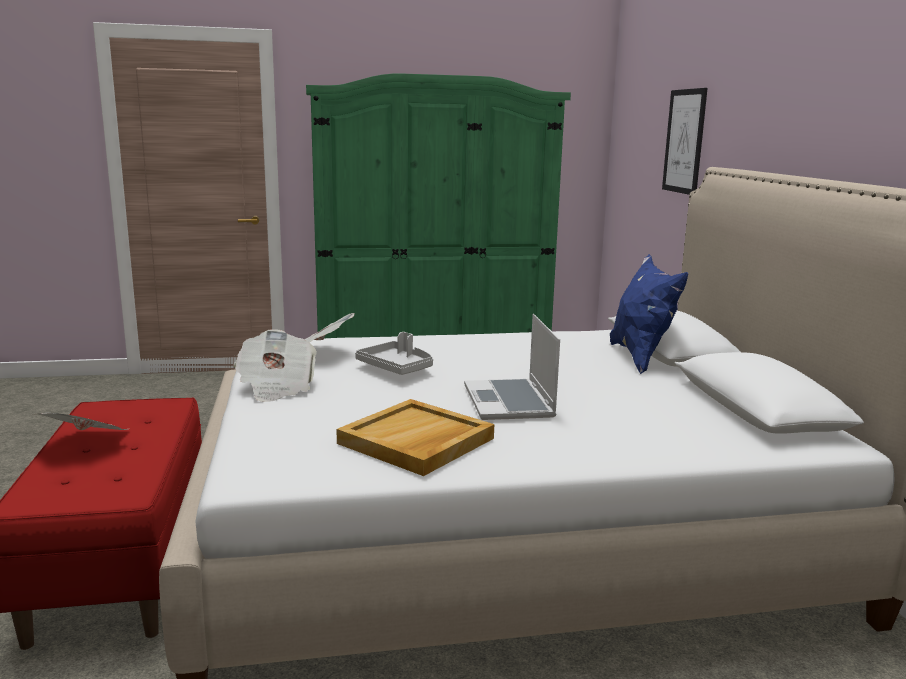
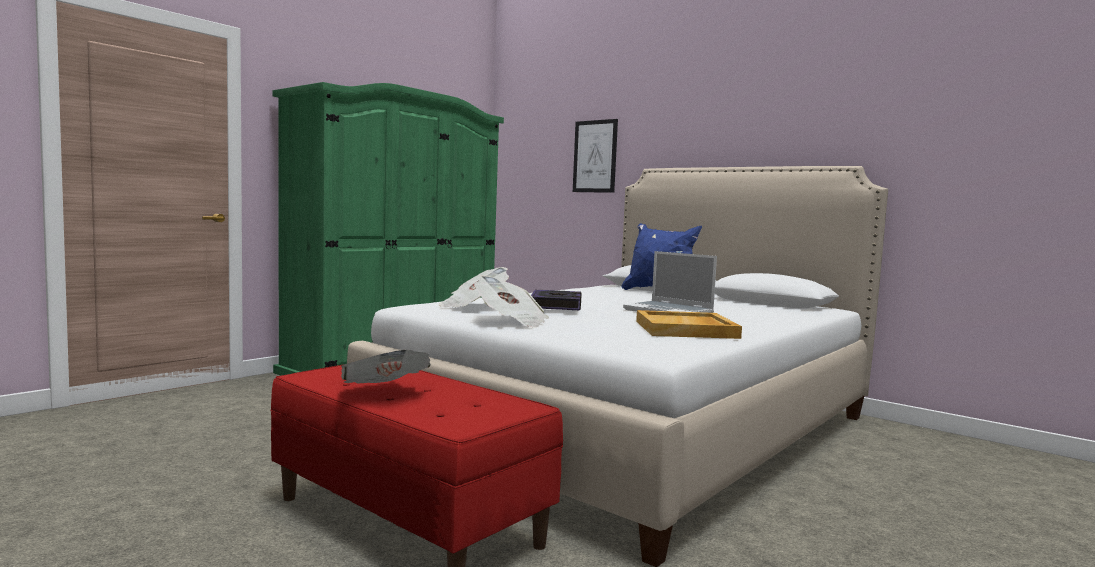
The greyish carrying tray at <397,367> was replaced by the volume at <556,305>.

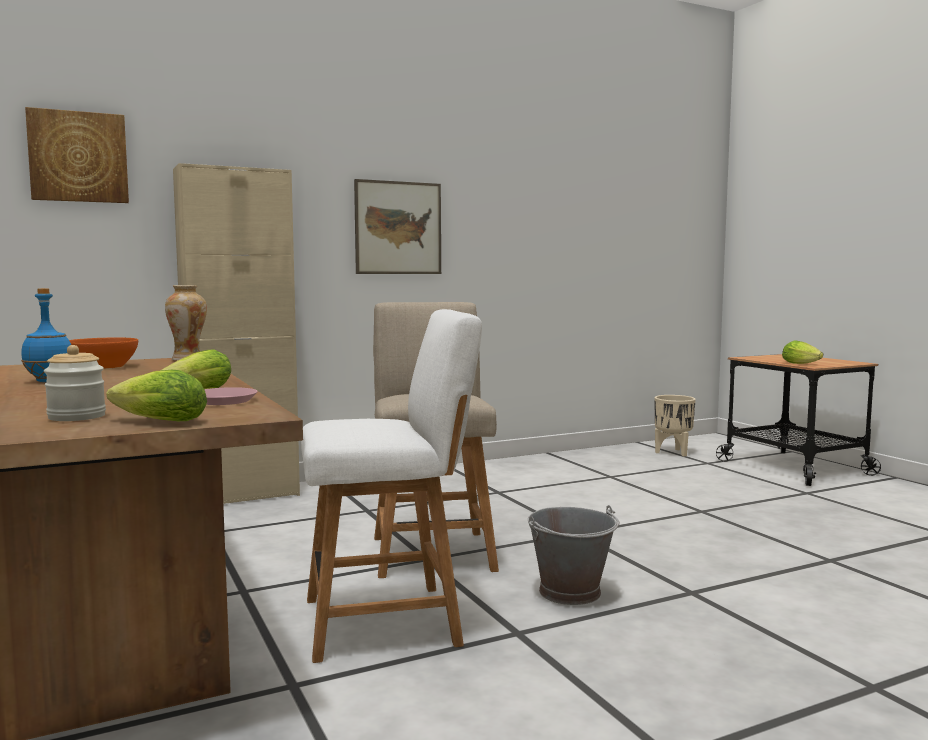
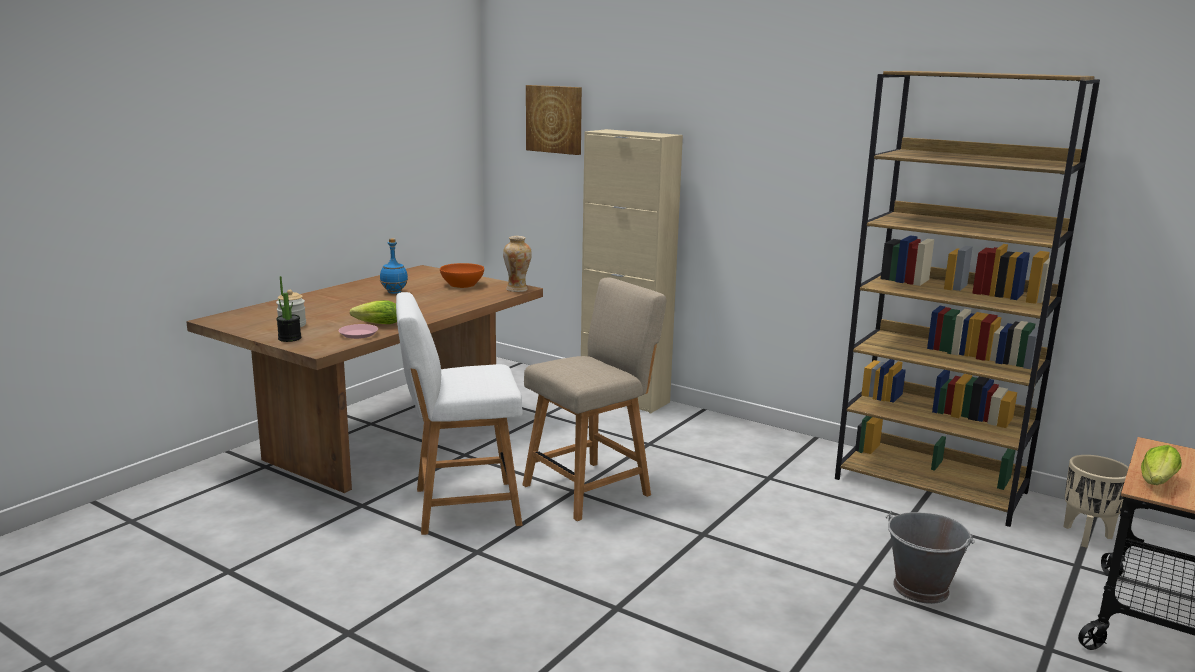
The lettuce at <155,421> was replaced by the houseplant at <289,338>.
The white plain chair at <390,620> turned 120 degrees clockwise.
The brown-coloured bookcase at <931,486> appeared.
The greyish water bucket moved from <571,592> to <921,589>.
The picture at <398,228> disappeared.

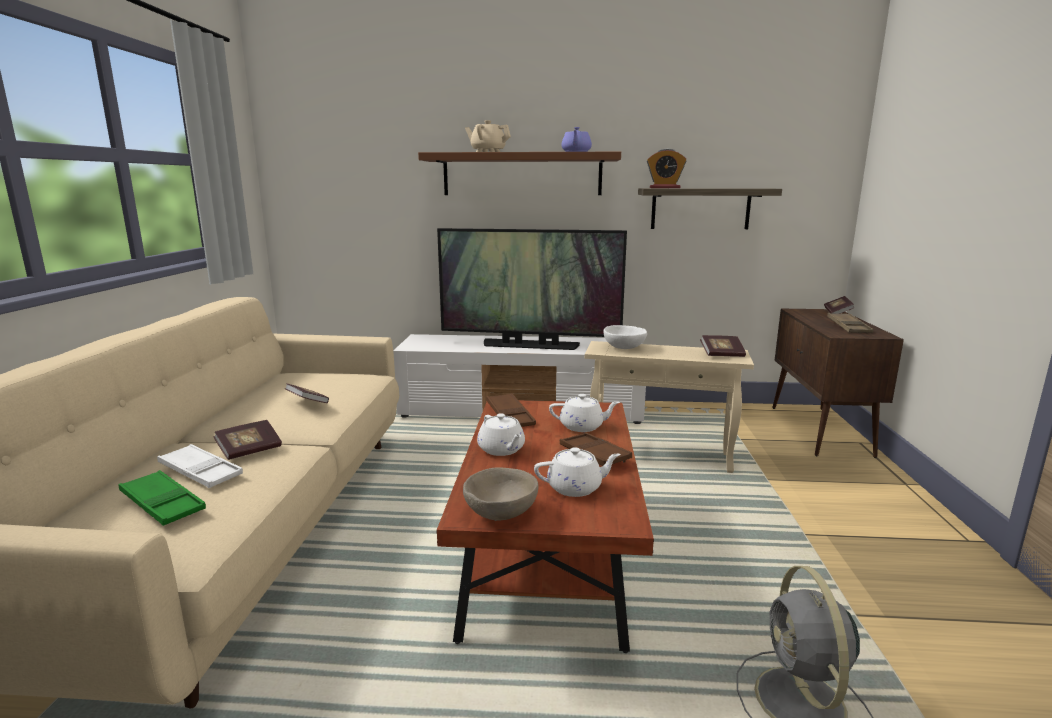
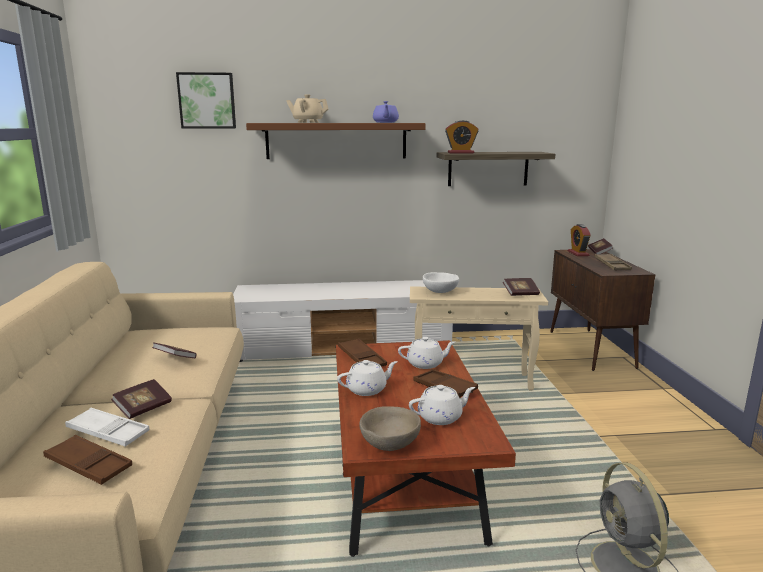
The green-coloured carrying tray at <163,504> became the brown-coloured carrying tray at <89,465>.
The picture at <207,101> appeared.
The white teapot at <501,449> turned 75 degrees counterclockwise.
The bedside clock at <578,253> appeared.
The TV set at <530,345> disappeared.

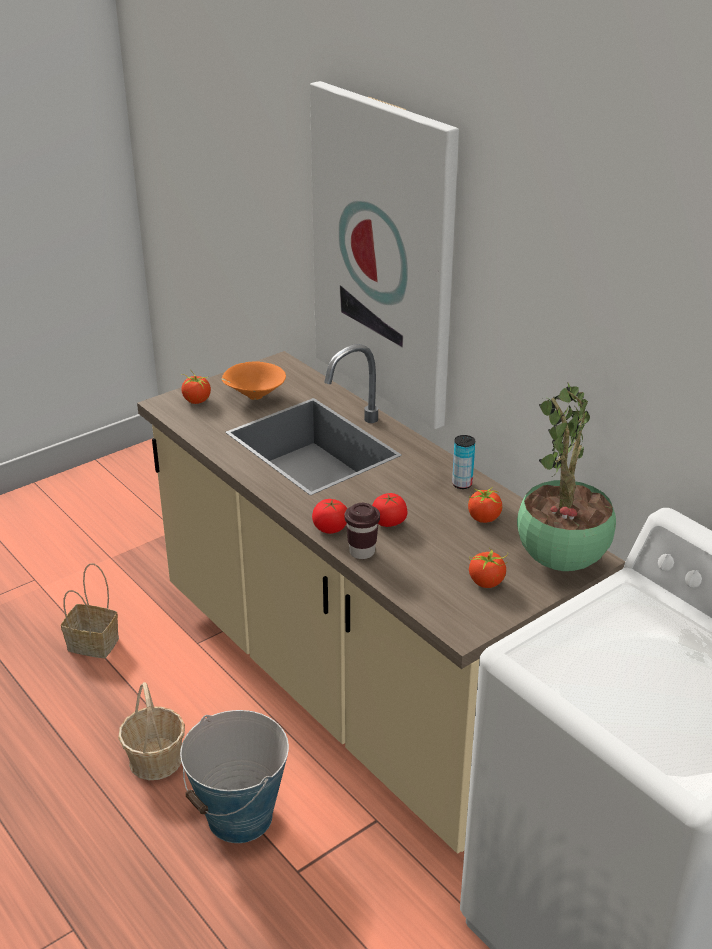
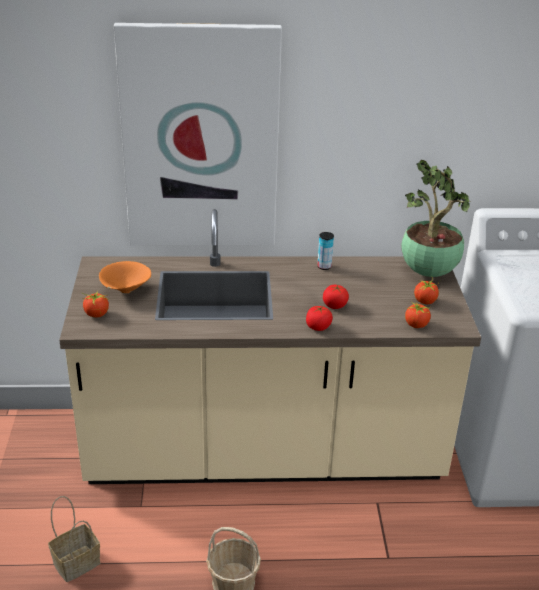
The tomato moved from <484,518> to <416,325>.
The water bucket at <240,817> disappeared.
The brown-coloured cup at <362,552> disappeared.

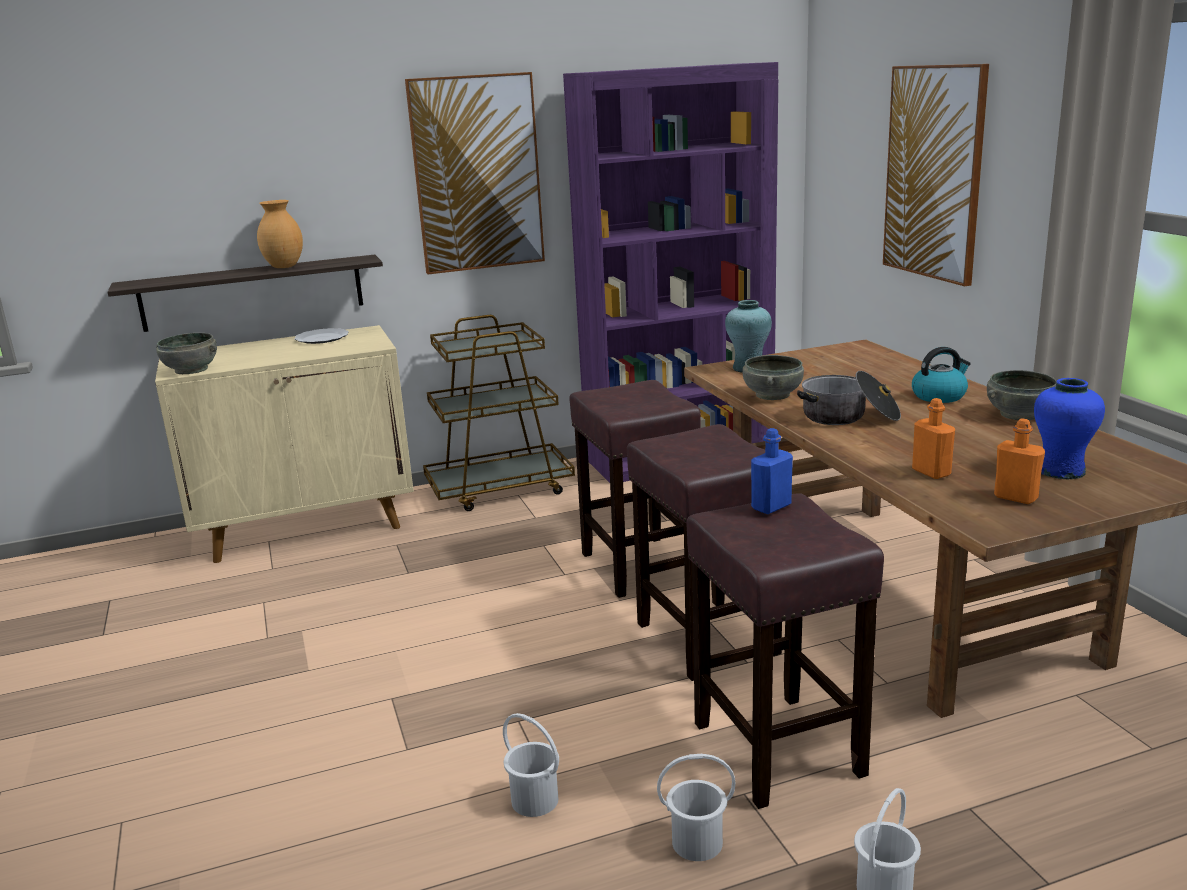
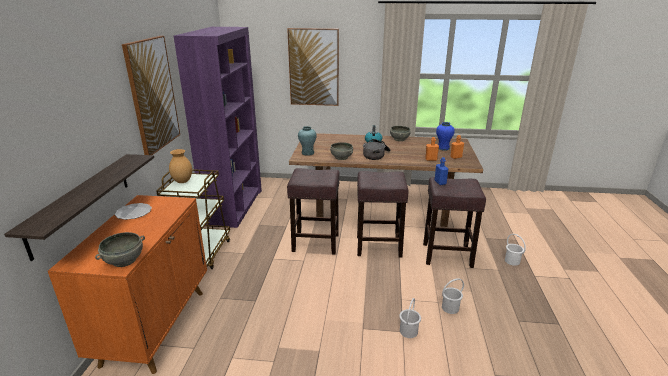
The sand-coloured cabinet at <307,527> became the orange cabinet at <156,325>.
The brown-coloured flower vase moved from <283,267> to <182,181>.
The white water bucket moved from <697,843> to <409,331>.

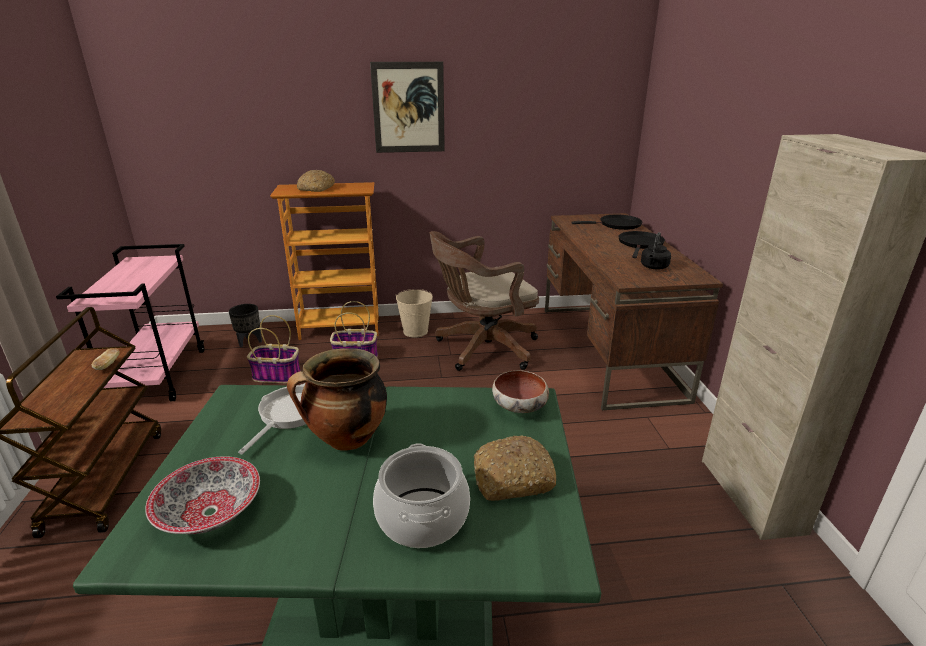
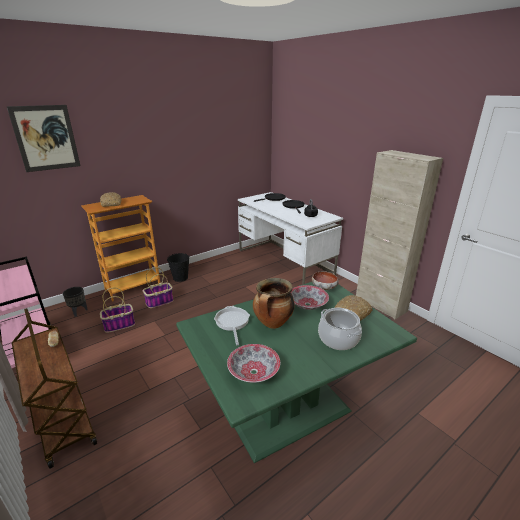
The picture moved from <408,108> to <46,138>.
The sand-coloured water bucket at <415,331> became the black water bucket at <180,278>.
The brown-coloured desk unit at <608,351> became the white desk unit at <284,262>.
The bowl at <307,304> appeared.
The brown-coloured computer chair at <482,349> disappeared.

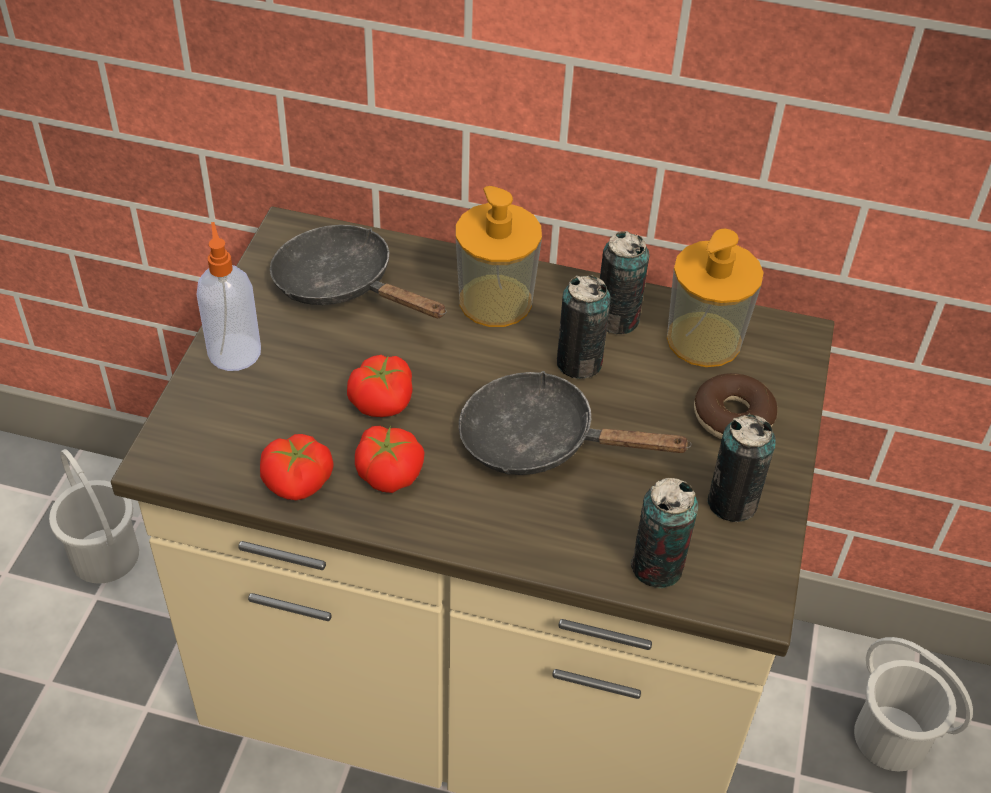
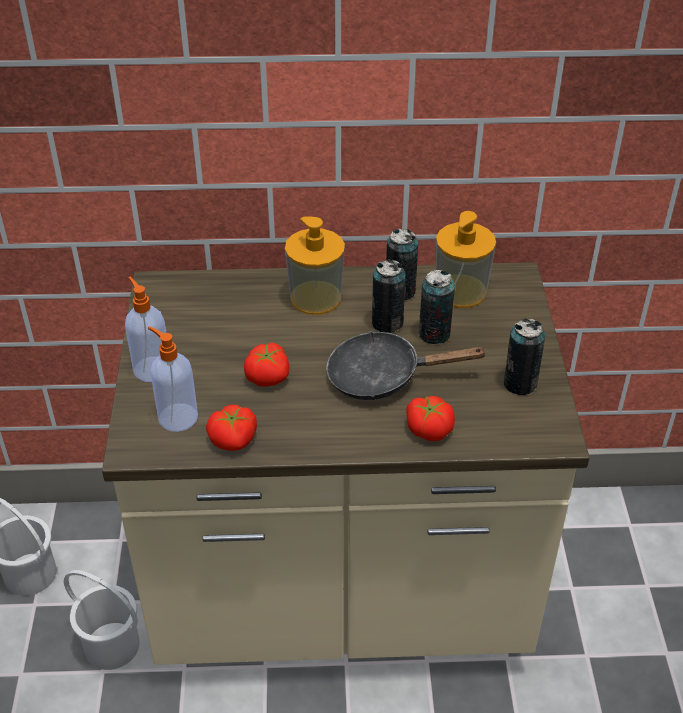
The white water bucket moved from <891,736> to <112,644>.
The soap dispenser at <177,417> appeared.
The tomato moved from <389,472> to <429,428>.
The sealed can moved from <657,567> to <434,334>.
The black skillet at <343,285> disappeared.
The donut at <733,417> disappeared.

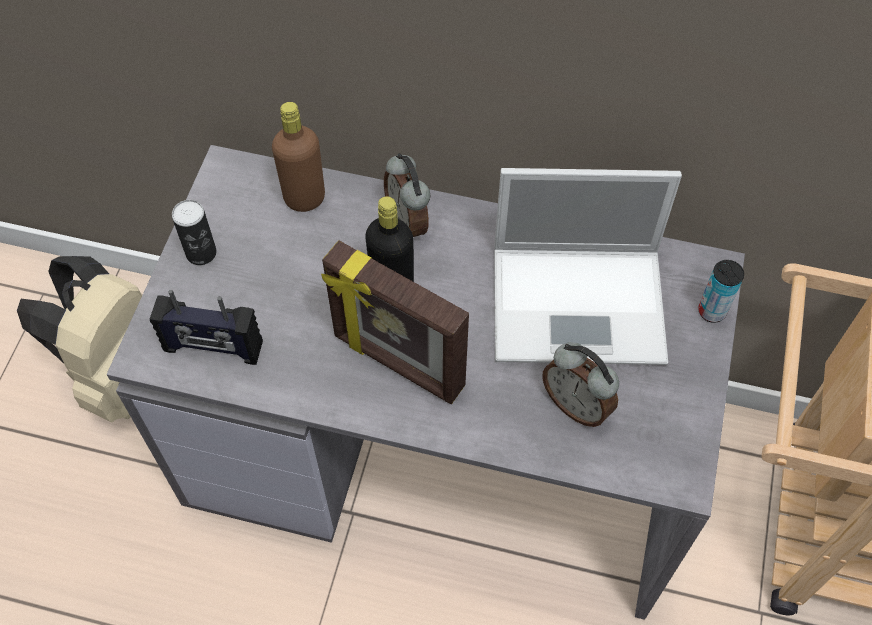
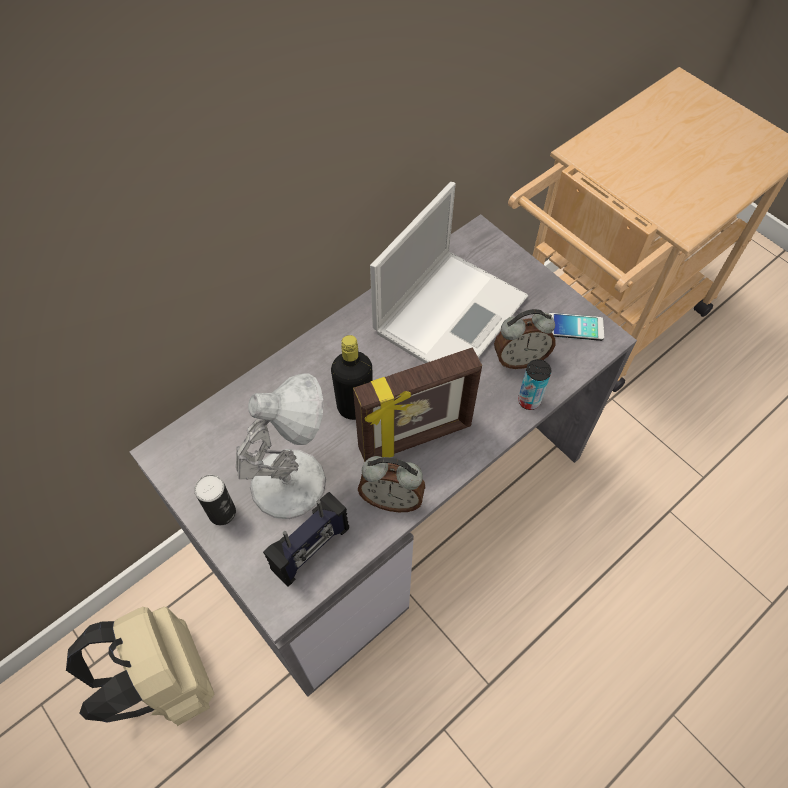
The white table lamp at <292,481> appeared.
The bedside clock moved from <408,222> to <392,499>.
The sealed can moved from <712,311> to <529,401>.
The handset at <575,327> appeared.
The brown-coloured bottle at <304,198> disappeared.

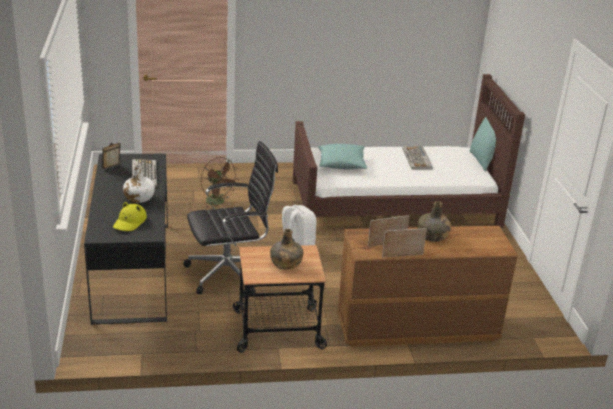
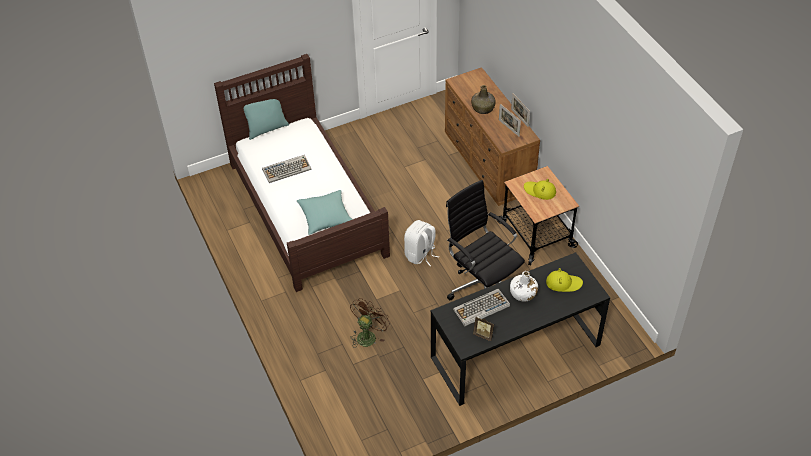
The green-coloured bottle at <285,263> was replaced by the yellow hat at <540,191>.

